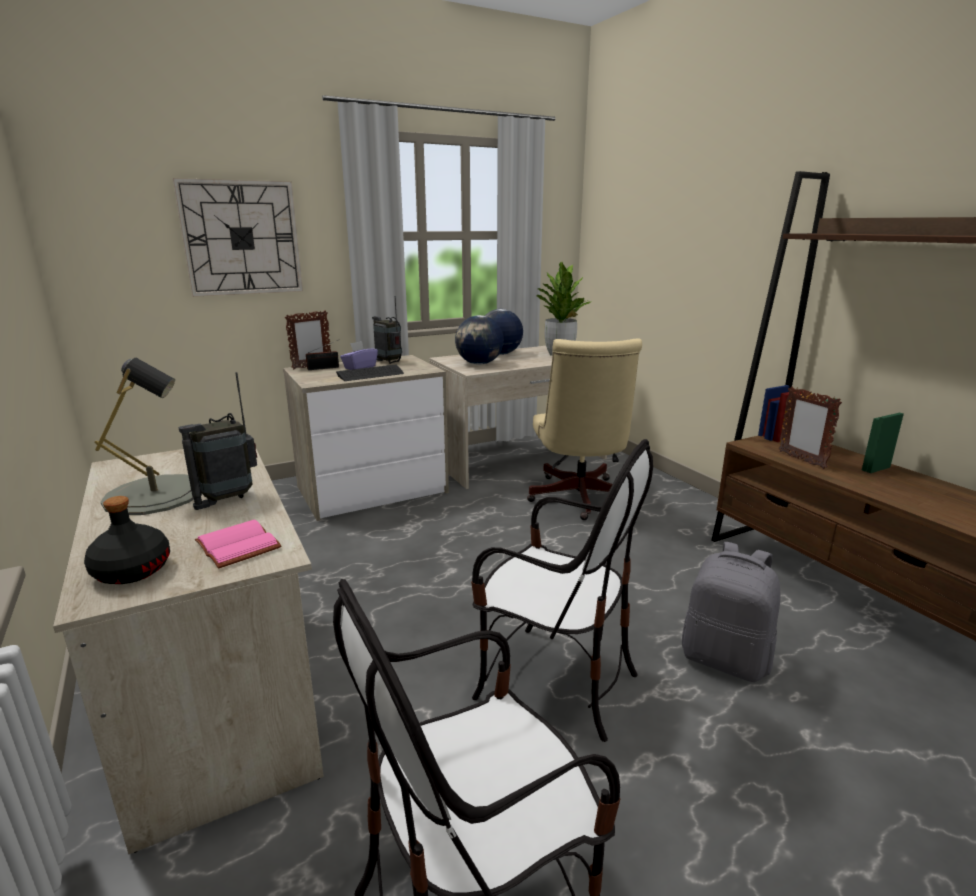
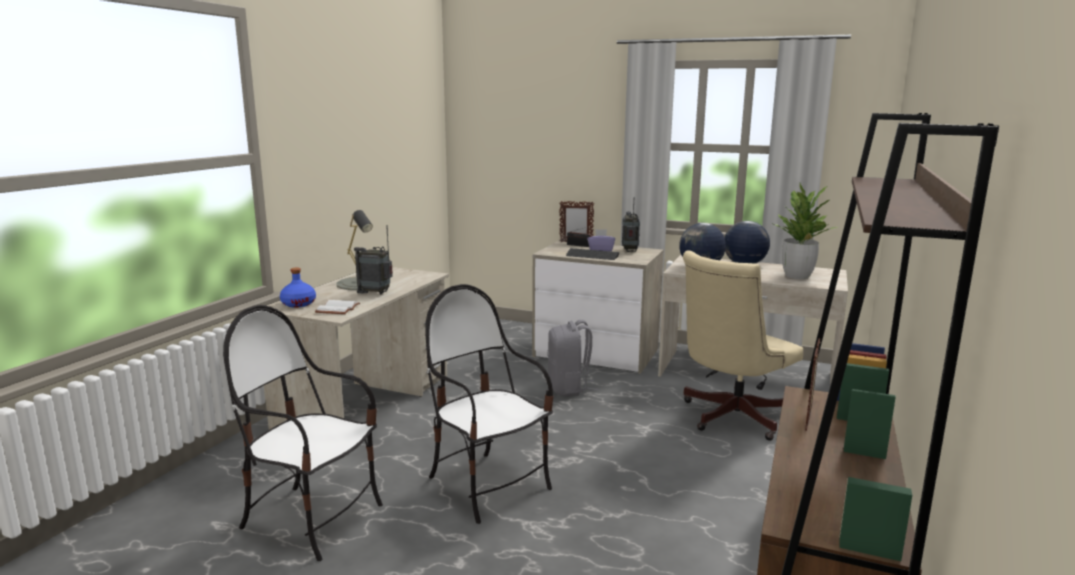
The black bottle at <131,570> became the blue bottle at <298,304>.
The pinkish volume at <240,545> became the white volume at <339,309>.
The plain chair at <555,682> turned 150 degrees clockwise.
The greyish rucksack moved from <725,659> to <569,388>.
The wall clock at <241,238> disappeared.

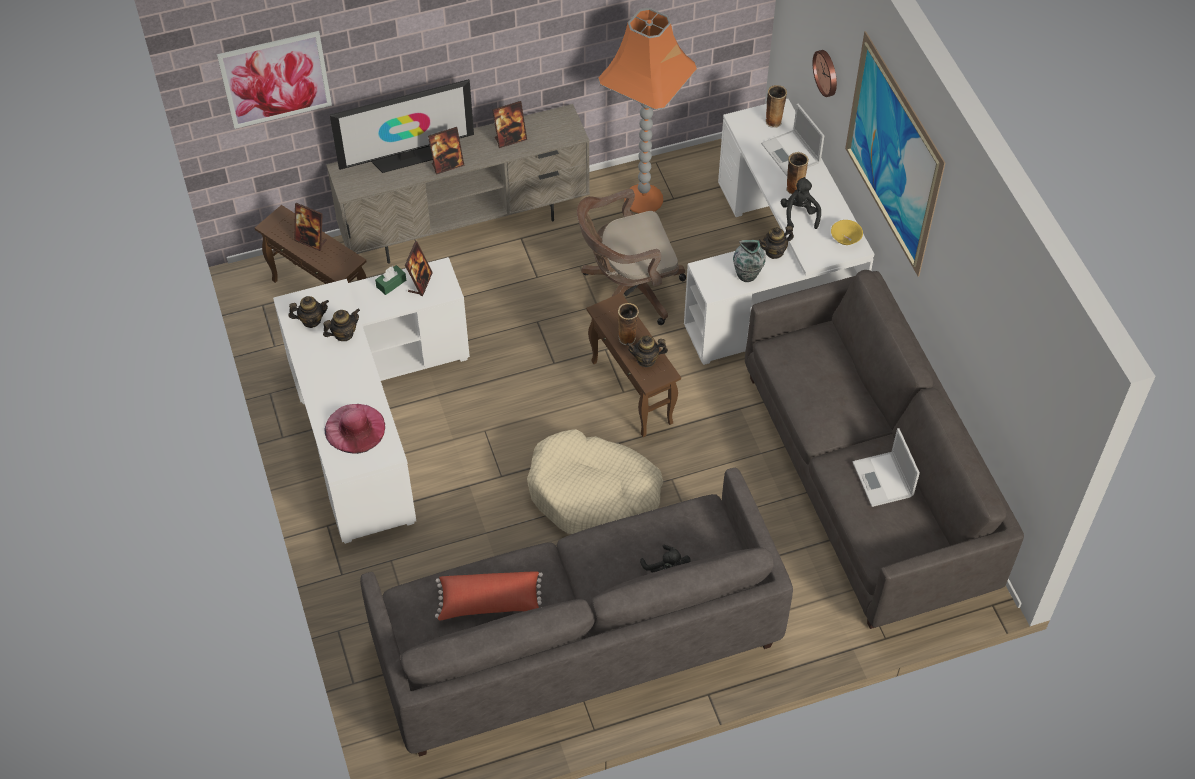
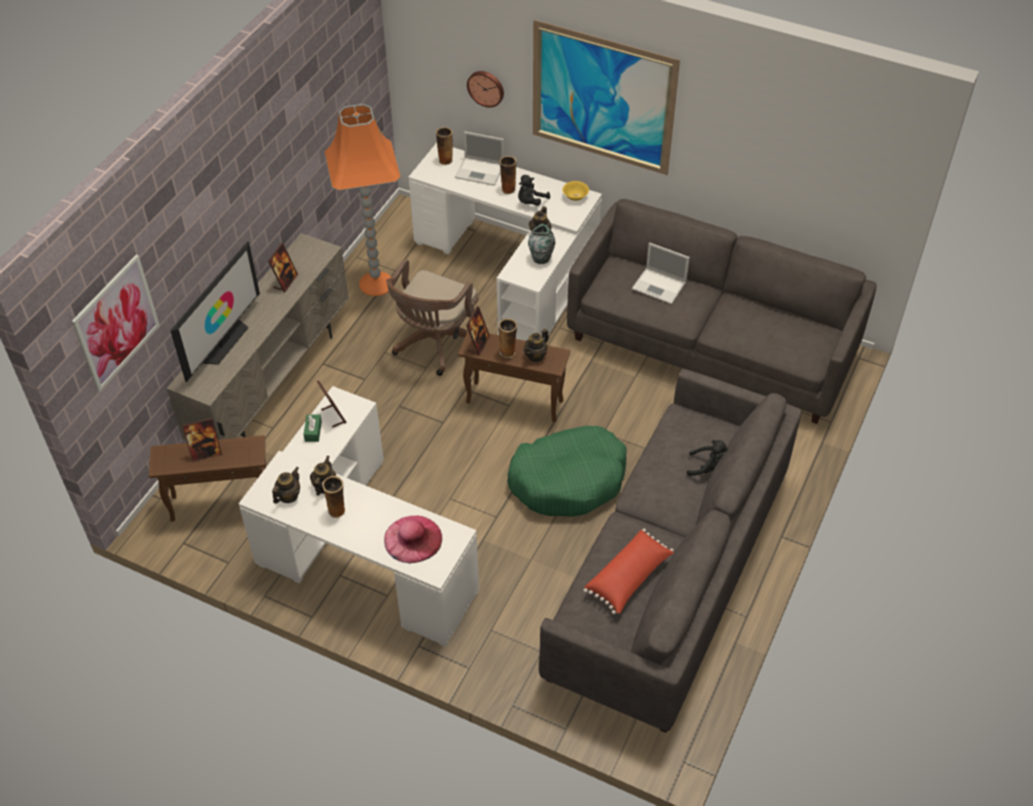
The flower vase at <337,511> appeared.
The photo frame moved from <447,165> to <478,344>.
The sand-coloured dog cushion at <594,494> became the green-coloured dog cushion at <568,479>.
The black plush toy at <799,215> turned 90 degrees counterclockwise.
The notebook computer moved from <883,480> to <660,286>.

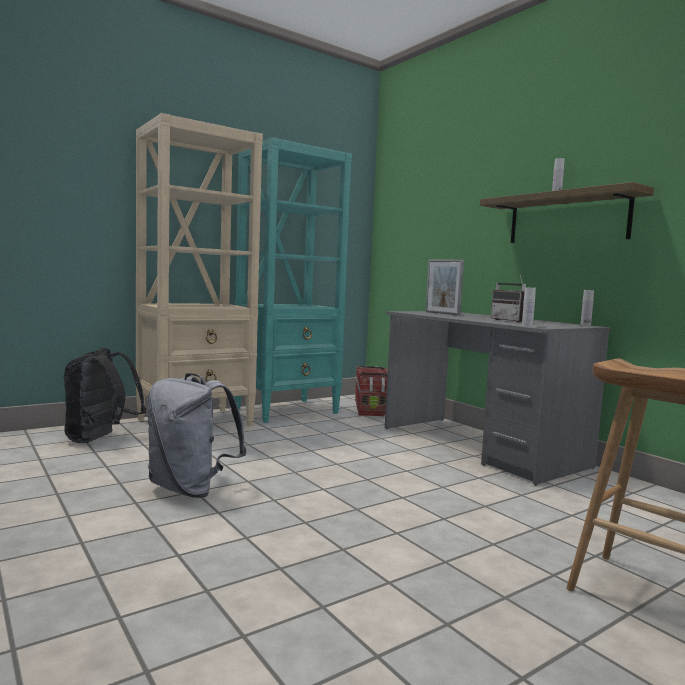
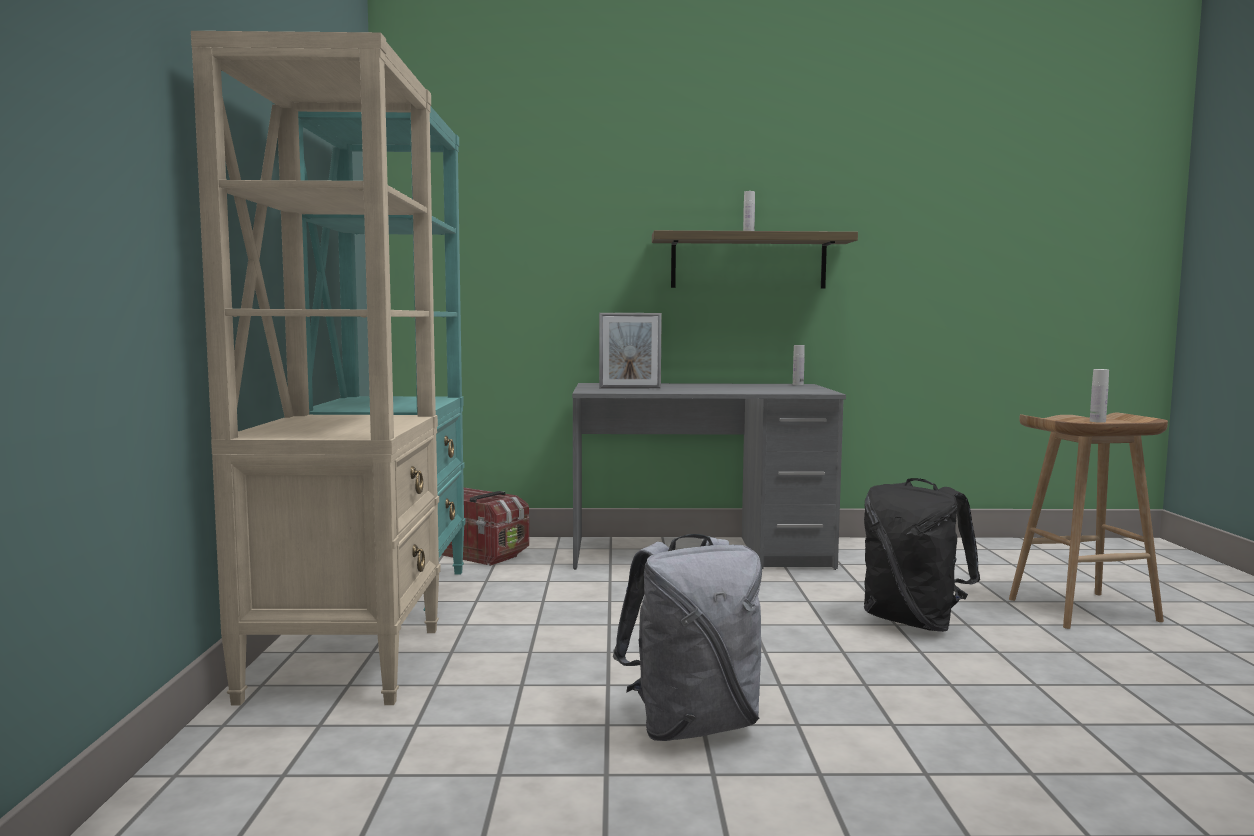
The black rucksack moved from <100,439> to <913,622>.
The white bottle moved from <527,326> to <1097,421>.
The radio receiver at <511,321> disappeared.

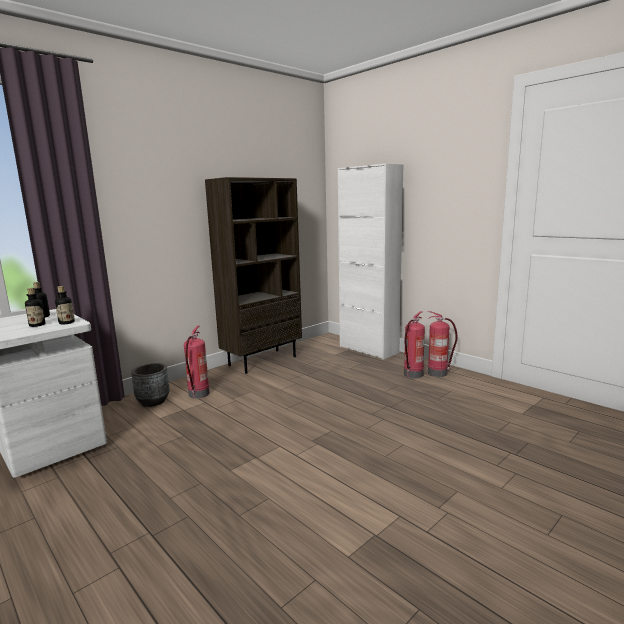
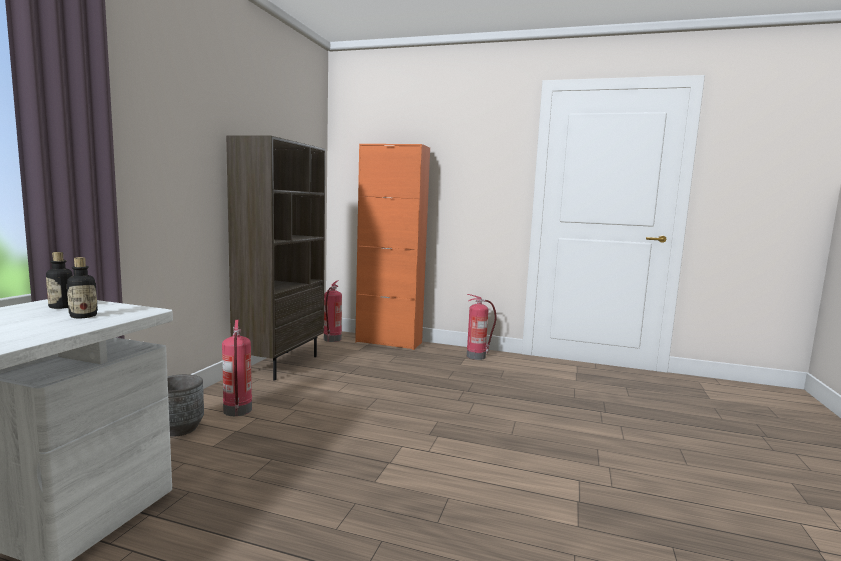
The fire-fighting cylinder moved from <413,375> to <332,339>.
The white cabinet at <368,349> became the orange cabinet at <389,342>.
The bottle at <66,323> disappeared.

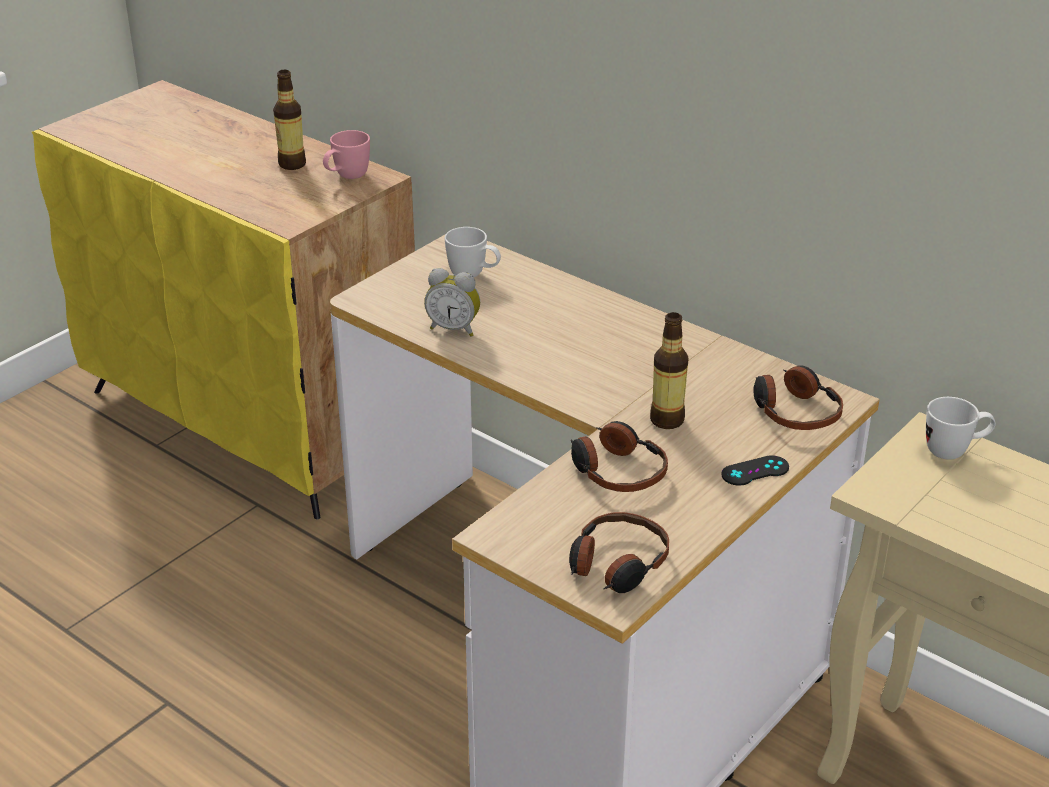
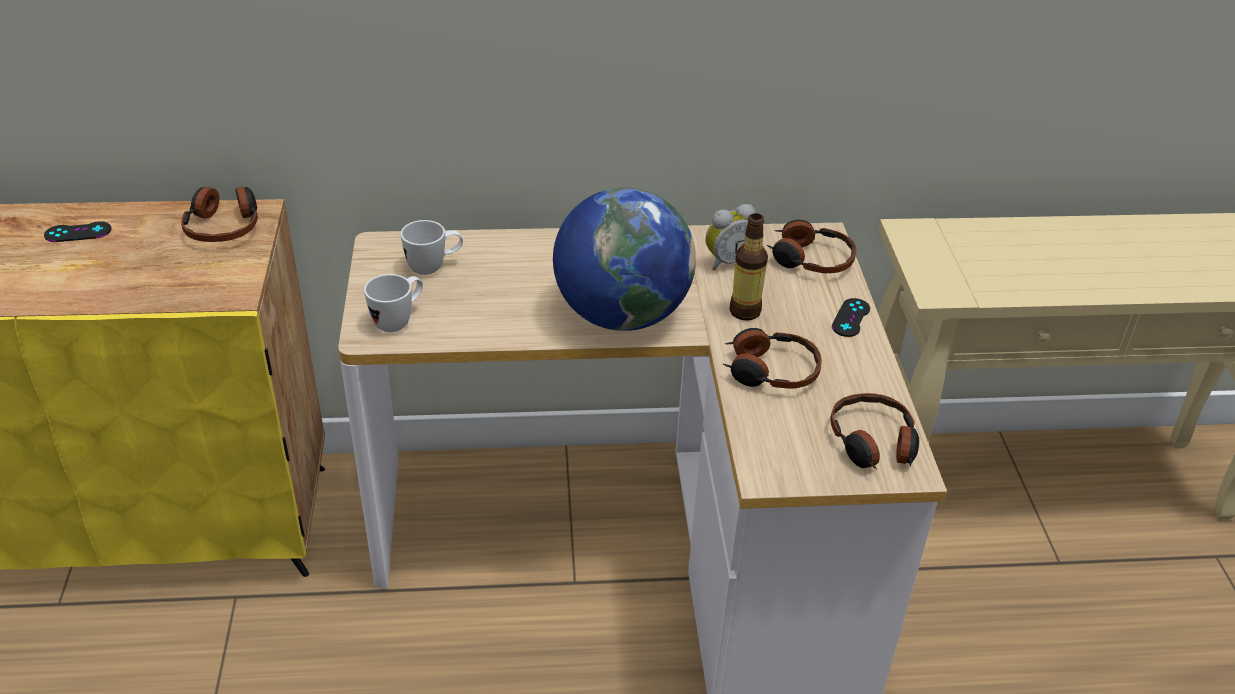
The black joypad at <78,232> appeared.
The pinkish mug at <346,177> was replaced by the headphones at <224,225>.
The white mug moved from <954,451> to <398,320>.
The globe at <621,315> appeared.
The bedside clock moved from <454,328> to <727,261>.
The bottle at <292,164> disappeared.

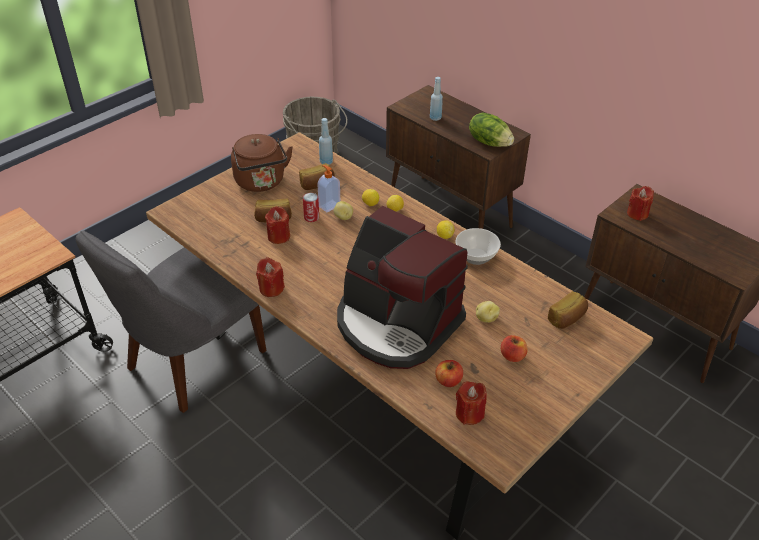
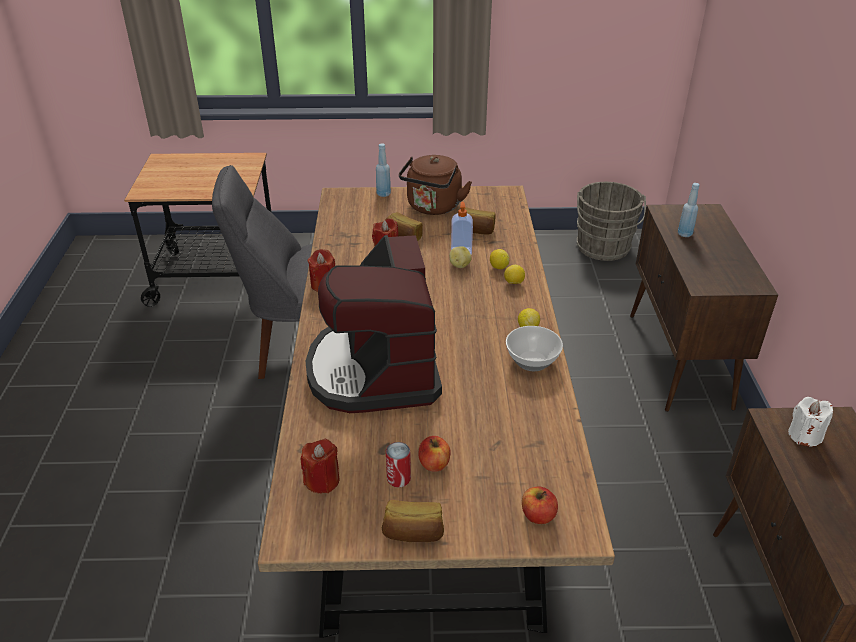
The blue bottle moved from <326,162> to <383,194>.
The baked bread moved from <567,319> to <413,533>.
The sealed can moved from <311,217> to <398,478>.
The apple fruit moved from <448,381> to <538,515>.
The red candle at <637,214> became the white candle at <804,435>.
The lettuce at <489,142> disappeared.
The spud at <486,318> disappeared.

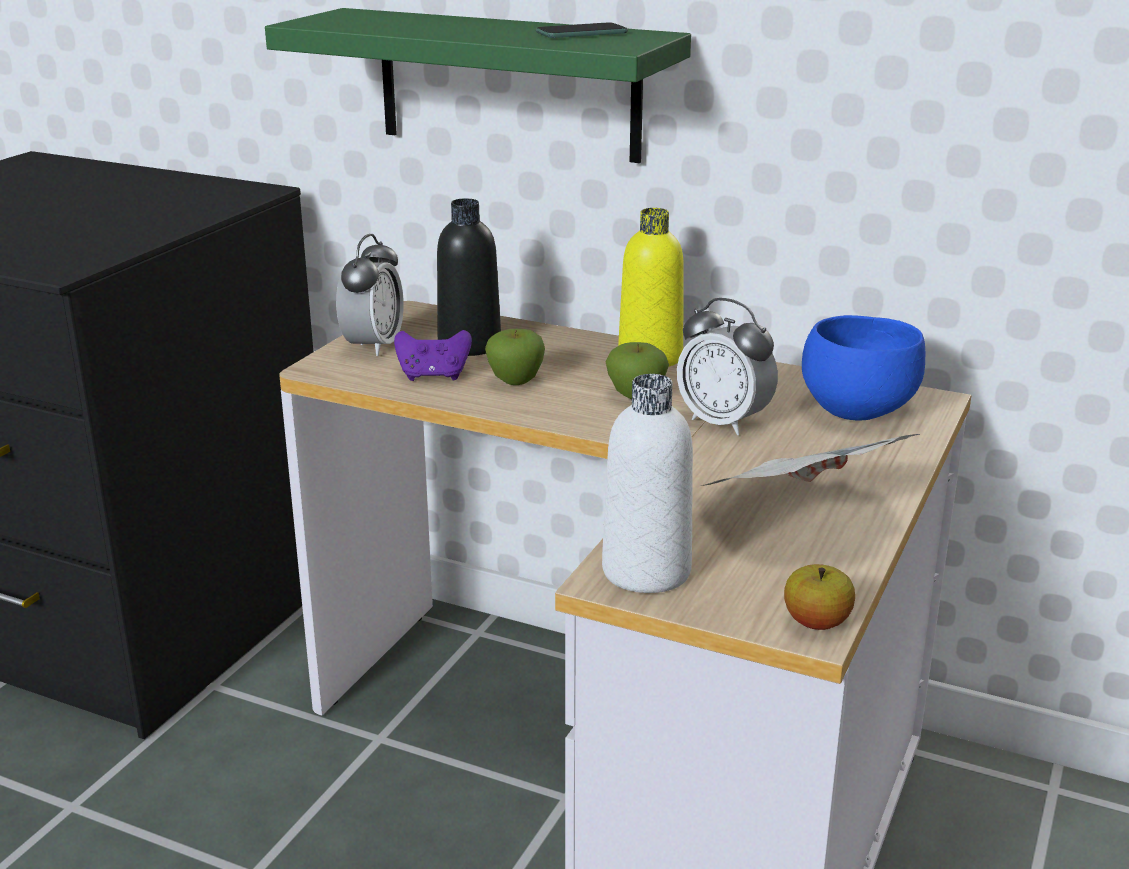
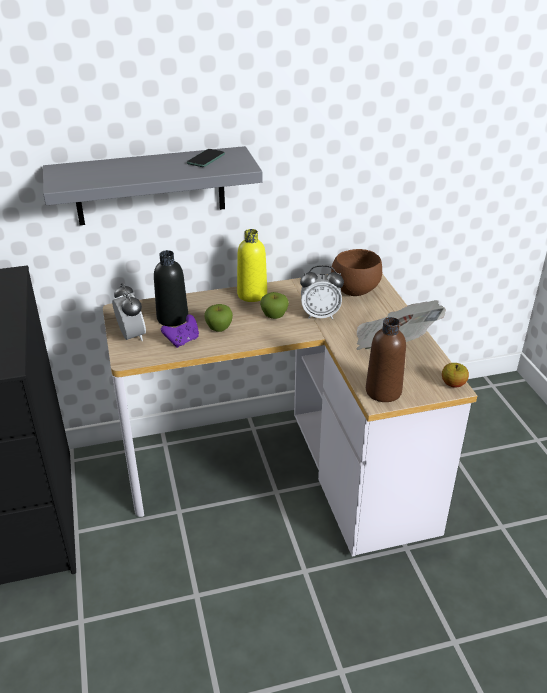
The green-coloured bracket shelf at <508,84> became the greyish bracket shelf at <150,186>.
The blue bowl at <856,410> became the brown-coloured bowl at <354,290>.
The white bottle at <646,571> became the brown-coloured bottle at <383,391>.

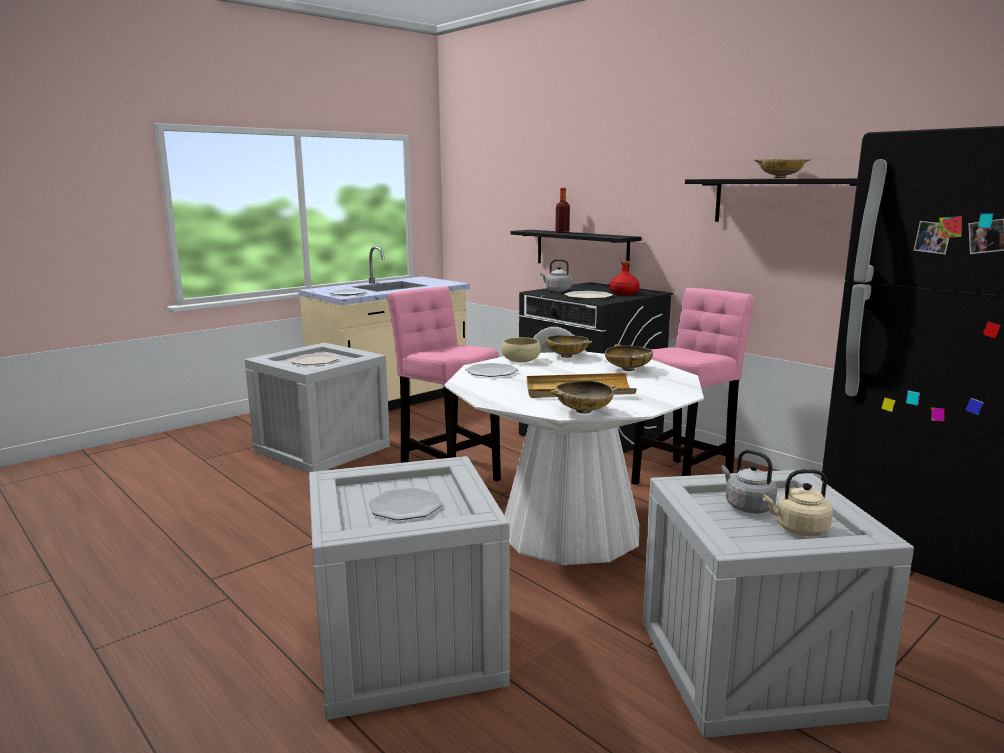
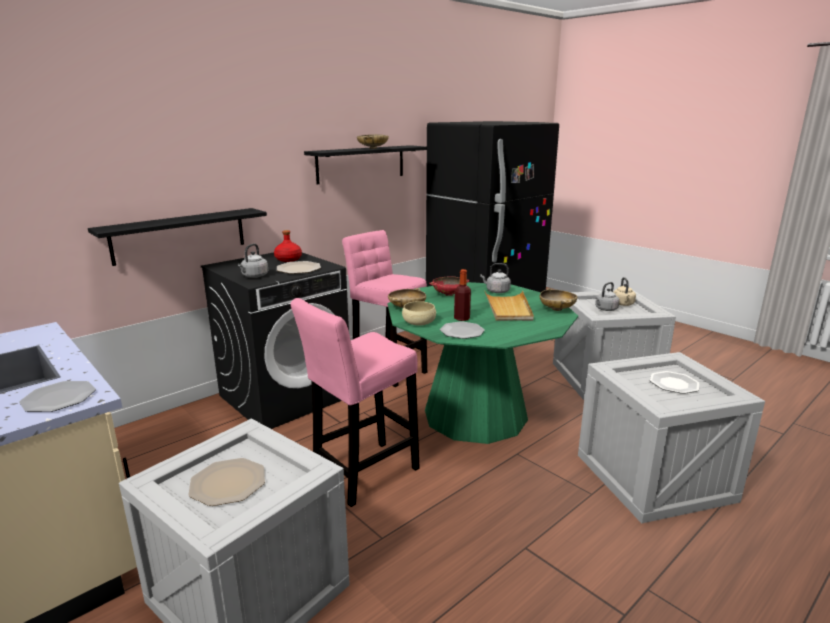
The white dinner table at <570,529> became the green-coloured dinner table at <475,415>.
The sand-coloured bowl at <628,369> became the red bowl at <449,295>.
The bottle moved from <562,232> to <462,318>.
The greyish tea kettle at <496,291> appeared.

